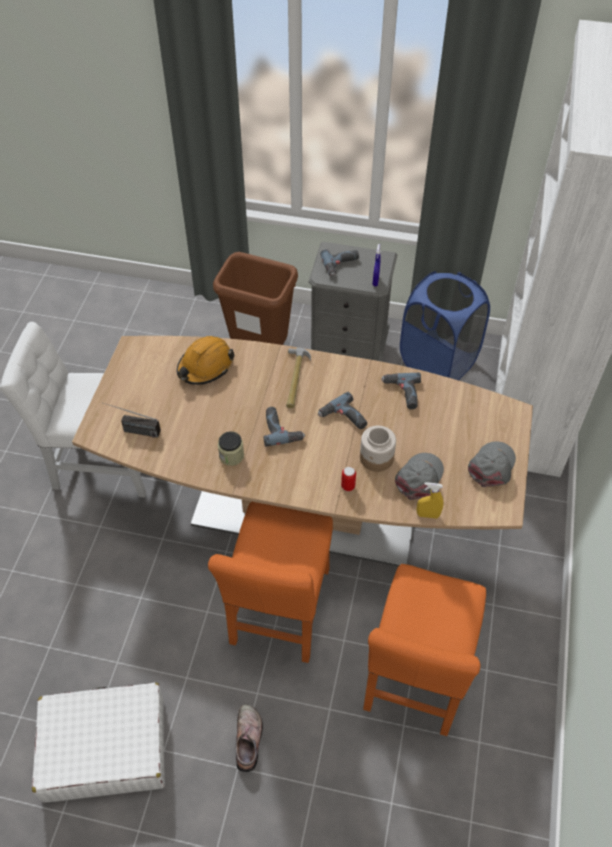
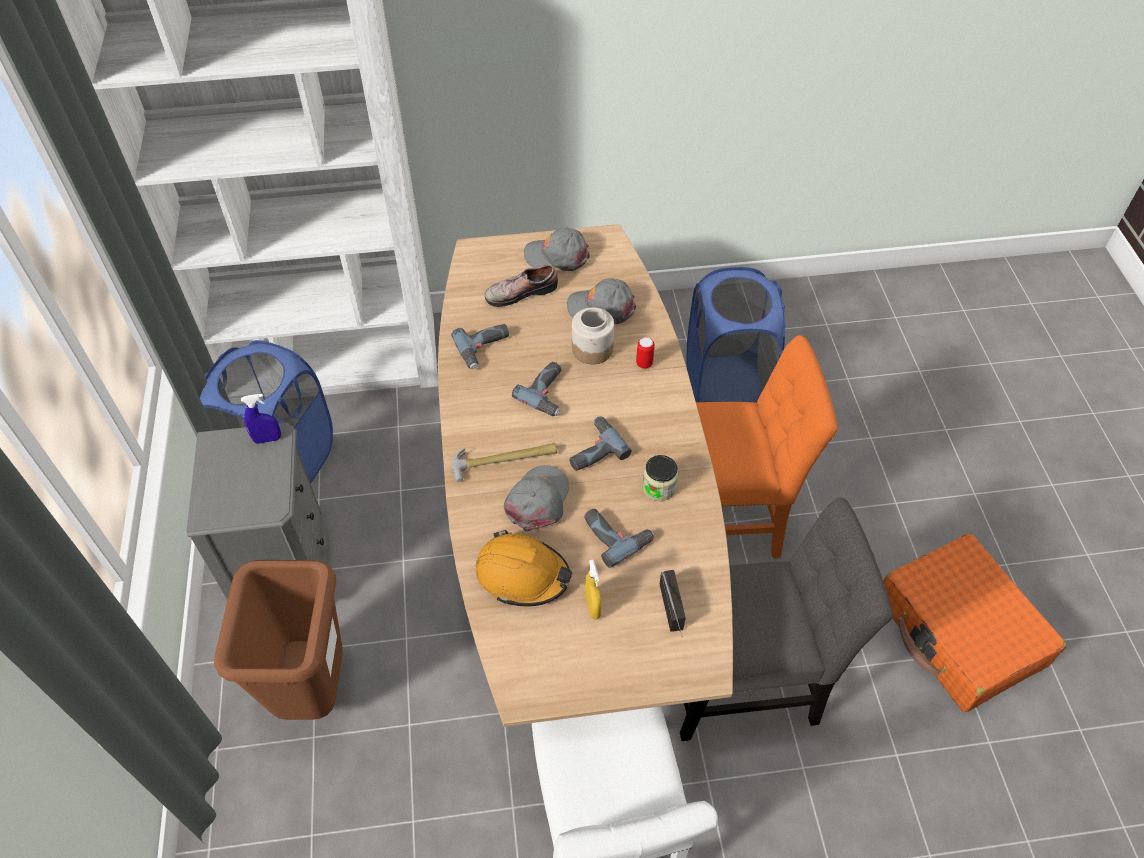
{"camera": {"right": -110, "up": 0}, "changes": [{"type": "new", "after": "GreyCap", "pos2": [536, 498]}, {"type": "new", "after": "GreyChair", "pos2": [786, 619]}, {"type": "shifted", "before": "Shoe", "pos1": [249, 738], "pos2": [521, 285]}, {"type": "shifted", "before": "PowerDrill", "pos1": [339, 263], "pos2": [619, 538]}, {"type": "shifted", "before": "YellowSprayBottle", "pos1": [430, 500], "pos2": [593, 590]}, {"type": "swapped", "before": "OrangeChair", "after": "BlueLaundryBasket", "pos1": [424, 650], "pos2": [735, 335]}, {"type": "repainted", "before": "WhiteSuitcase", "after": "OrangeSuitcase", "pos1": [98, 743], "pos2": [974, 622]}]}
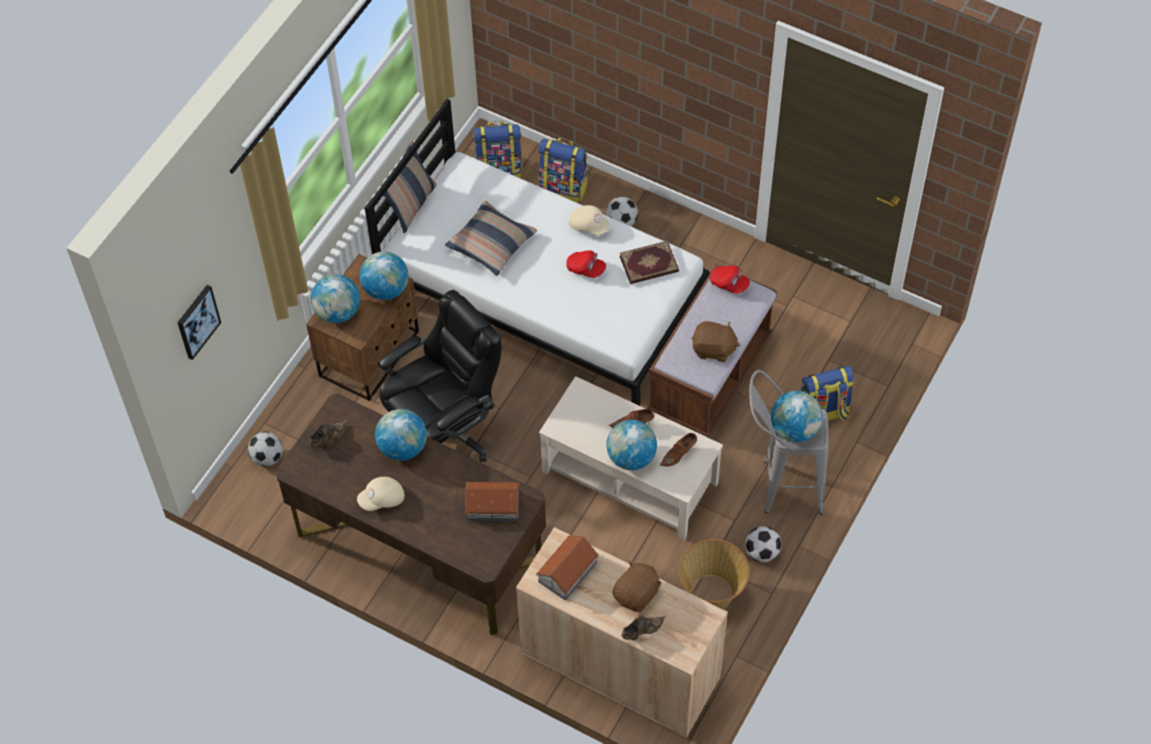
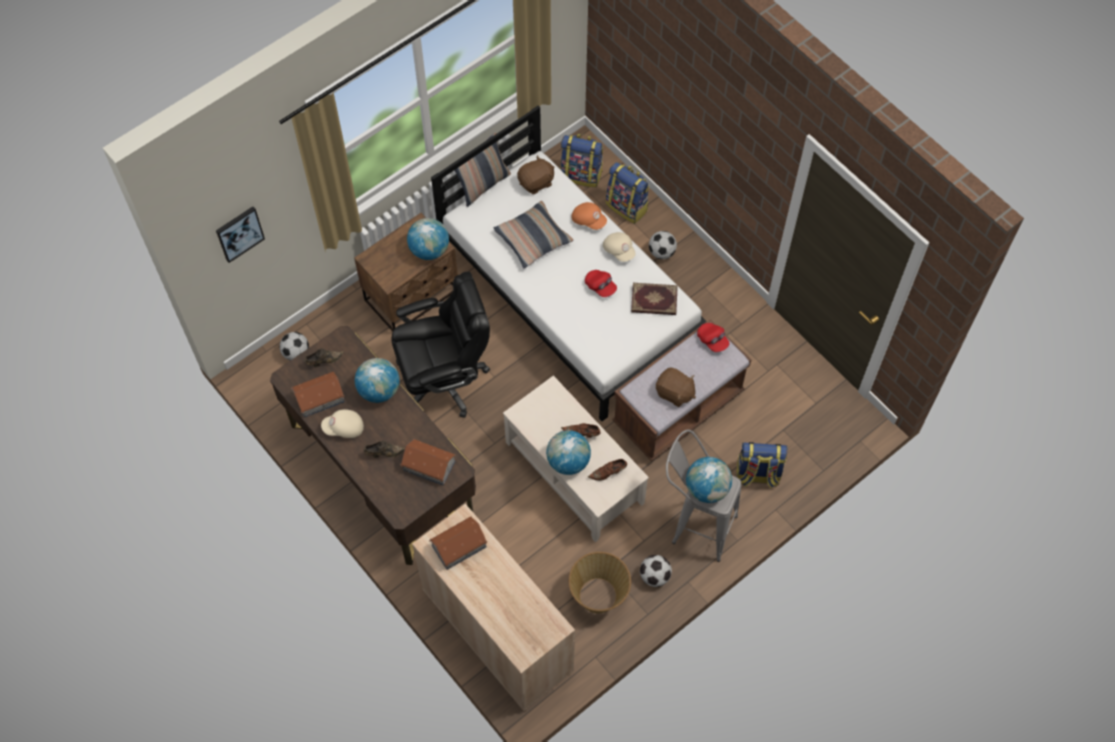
{"camera": {"right": 20, "up": 5}, "changes": [{"type": "gone", "before": "Globe", "pos1": [335, 298]}, {"type": "new", "after": "ToyHouse", "pos2": [318, 394]}, {"type": "new", "after": "OrangeCap", "pos2": [589, 216]}, {"type": "shifted", "before": "BrownPlushToy", "pos1": [637, 586], "pos2": [535, 174]}, {"type": "shifted", "before": "BrownShoe", "pos1": [643, 628], "pos2": [384, 449]}]}
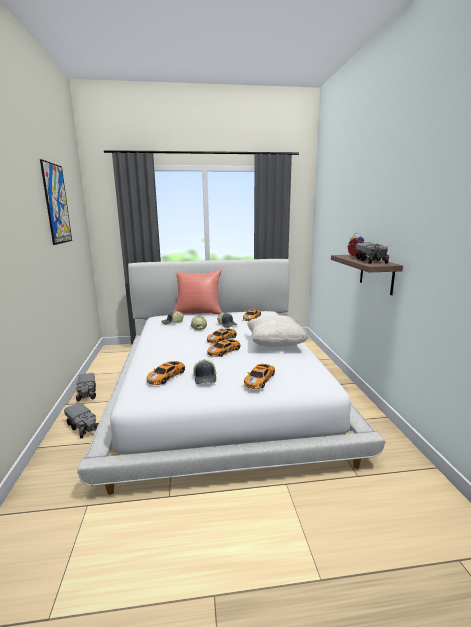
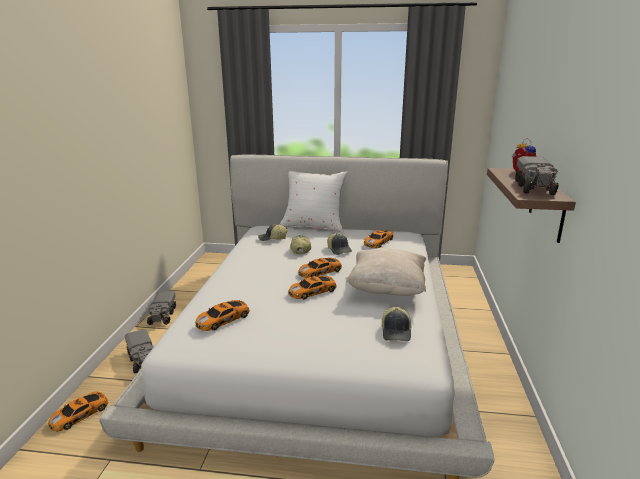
{"camera": {"right": 15, "up": 5}, "changes": [{"type": "gone", "before": "Picture", "pos1": [56, 202]}, {"type": "shifted", "before": "Cap", "pos1": [204, 371], "pos2": [396, 324]}, {"type": "shifted", "before": "ToyCar", "pos1": [259, 376], "pos2": [78, 411]}, {"type": "repainted", "before": "RedPillow", "after": "WhitePillow", "pos1": [198, 292], "pos2": [314, 201]}]}
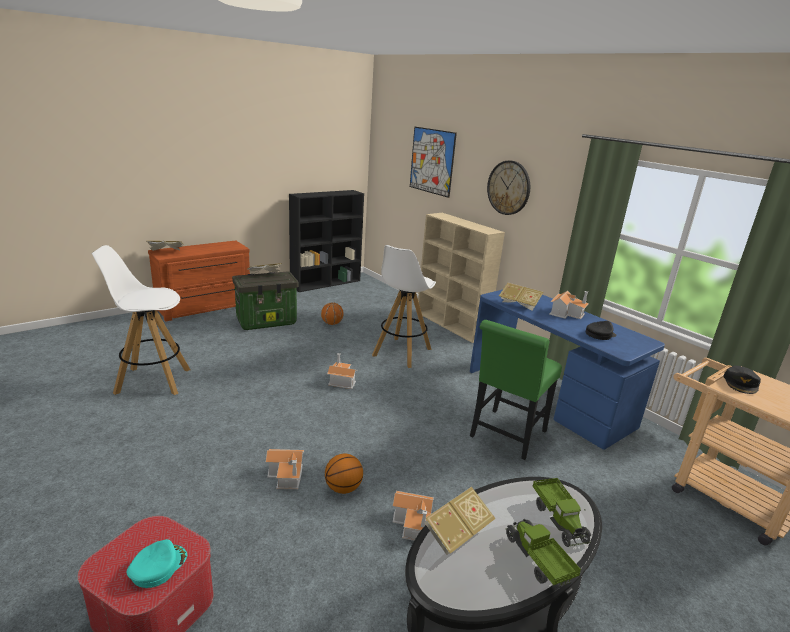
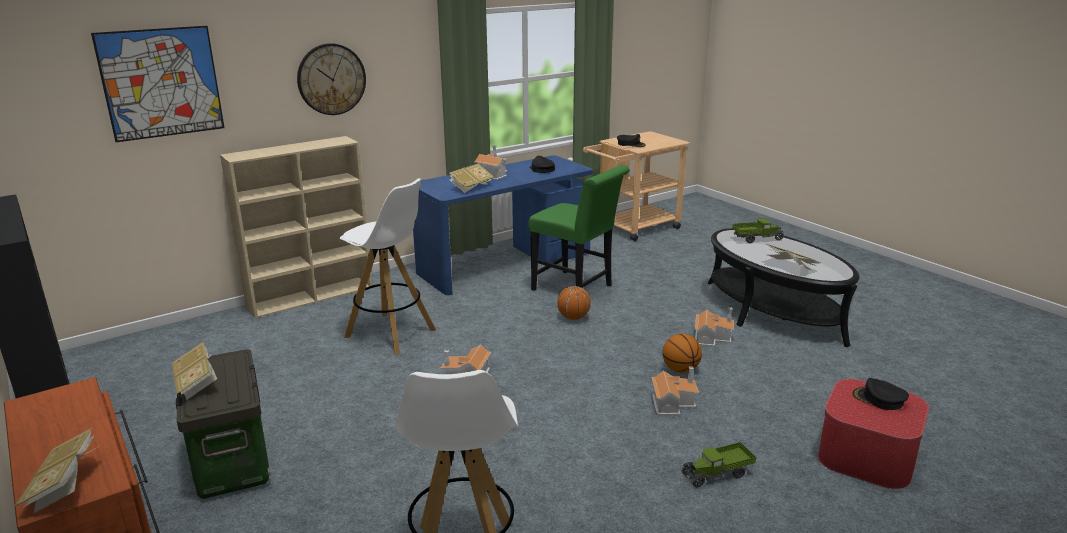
{"camera": {"right": -85, "up": 0}, "changes": [{"type": "shifted", "before": "Basketball", "pos1": [332, 313], "pos2": [574, 303]}, {"type": "shifted", "before": "ToyTruck", "pos1": [543, 553], "pos2": [718, 465]}, {"type": "repainted", "before": "TurquoiseCap", "after": "BlackCap", "pos1": [157, 563], "pos2": [880, 394]}]}
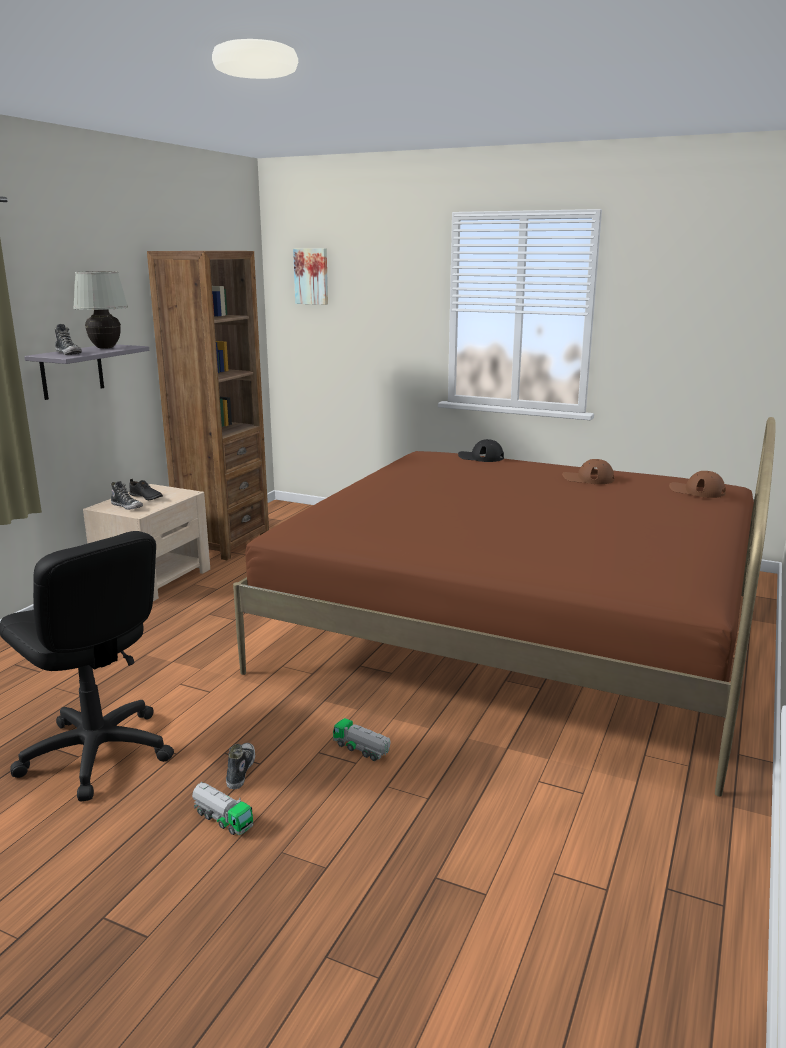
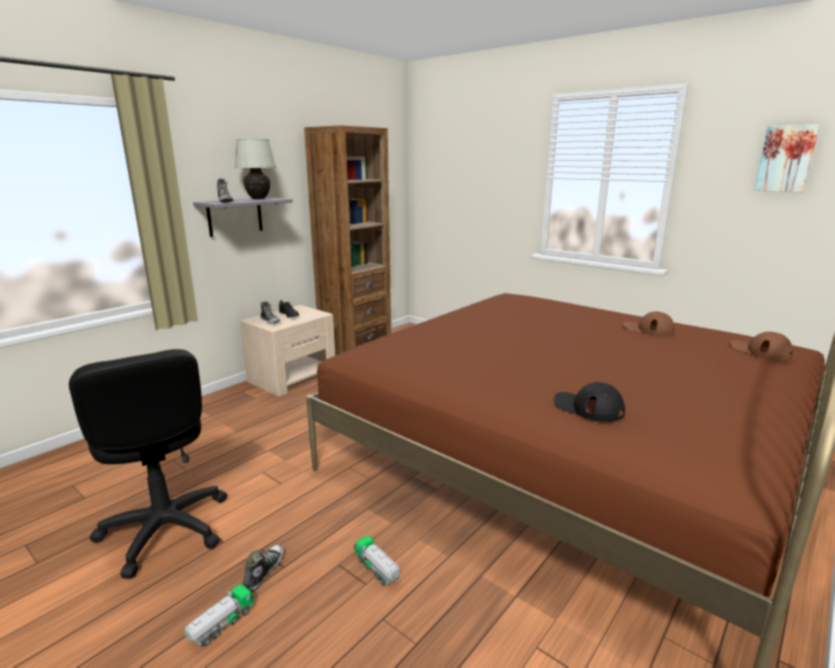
{"camera": {"right": 15, "up": 0}, "changes": [{"type": "shifted", "before": "Picture", "pos1": [310, 276], "pos2": [787, 158]}, {"type": "shifted", "before": "BlackCap", "pos1": [481, 450], "pos2": [589, 402]}, {"type": "rotated", "before": "ToyTruck", "pos1": [222, 808], "pos2": [219, 615], "turn": -105}]}
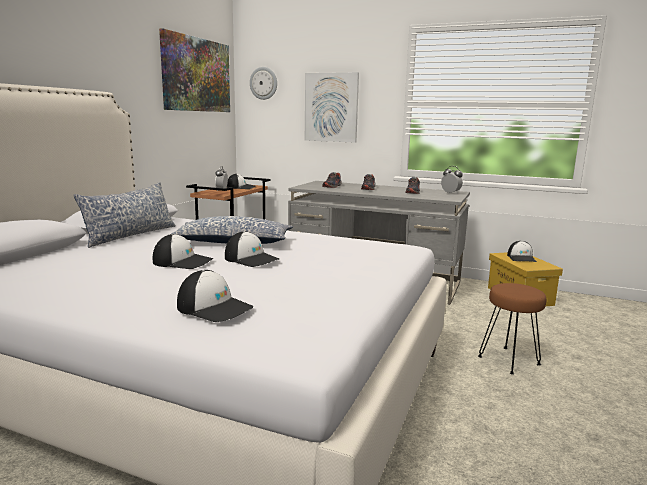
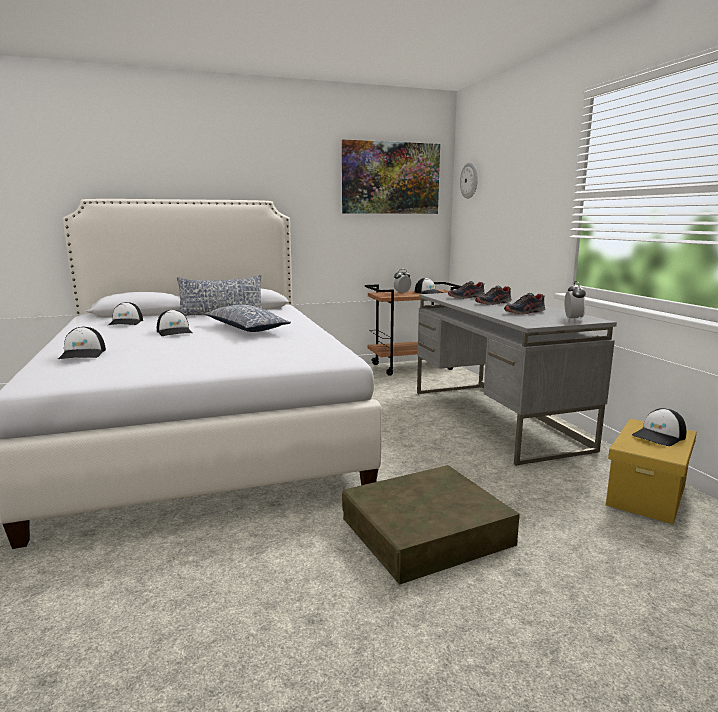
{"camera": {"right": 50, "up": 0}, "changes": [{"type": "gone", "before": "Picture", "pos1": [332, 107]}, {"type": "shifted", "before": "Cap", "pos1": [252, 249], "pos2": [125, 314]}, {"type": "swapped", "before": "BrownStool", "after": "BrownStorageBox", "pos1": [512, 329], "pos2": [431, 524]}]}
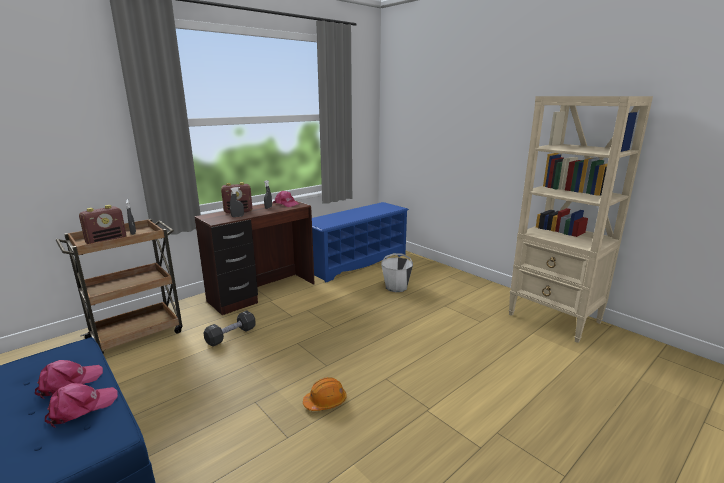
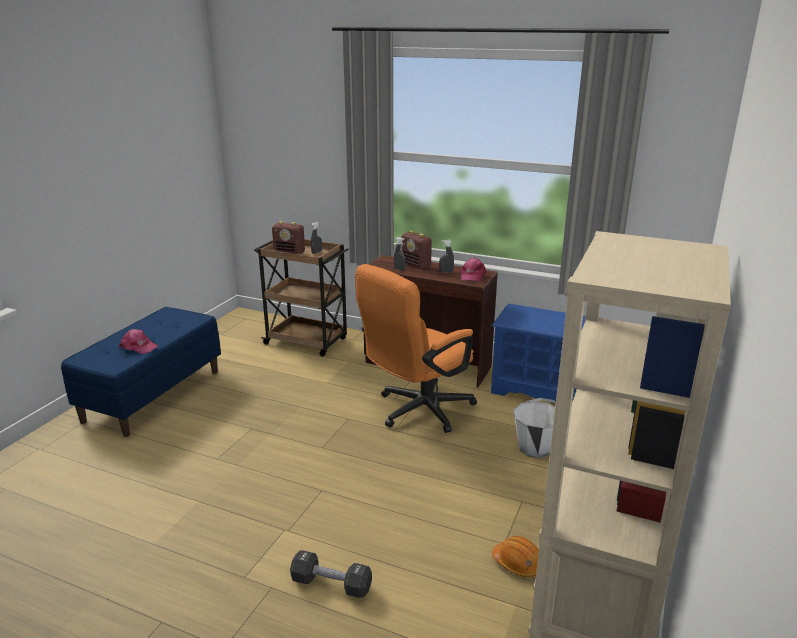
{"camera": {"right": 65, "up": 5}, "changes": [{"type": "gone", "before": "PinkCap", "pos1": [69, 379]}, {"type": "new", "after": "OrangeOfficeChair", "pos2": [416, 348]}, {"type": "shifted", "before": "BlackDumbbell", "pos1": [229, 328], "pos2": [331, 574]}, {"type": "shifted", "before": "OrangeHardHat", "pos1": [325, 394], "pos2": [515, 556]}]}
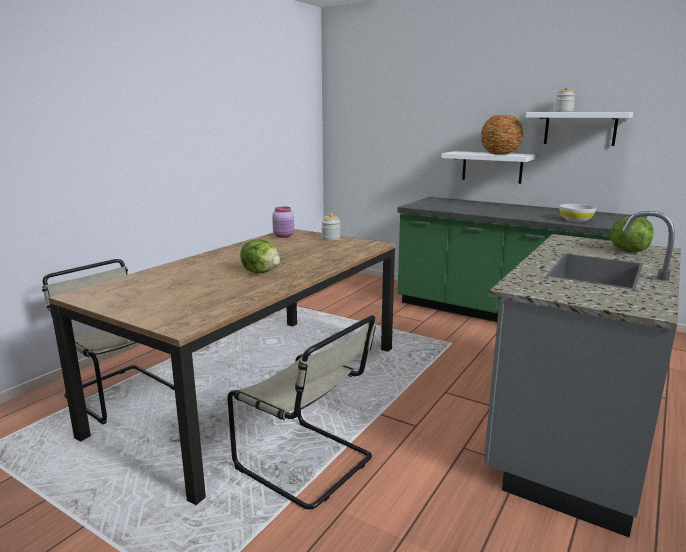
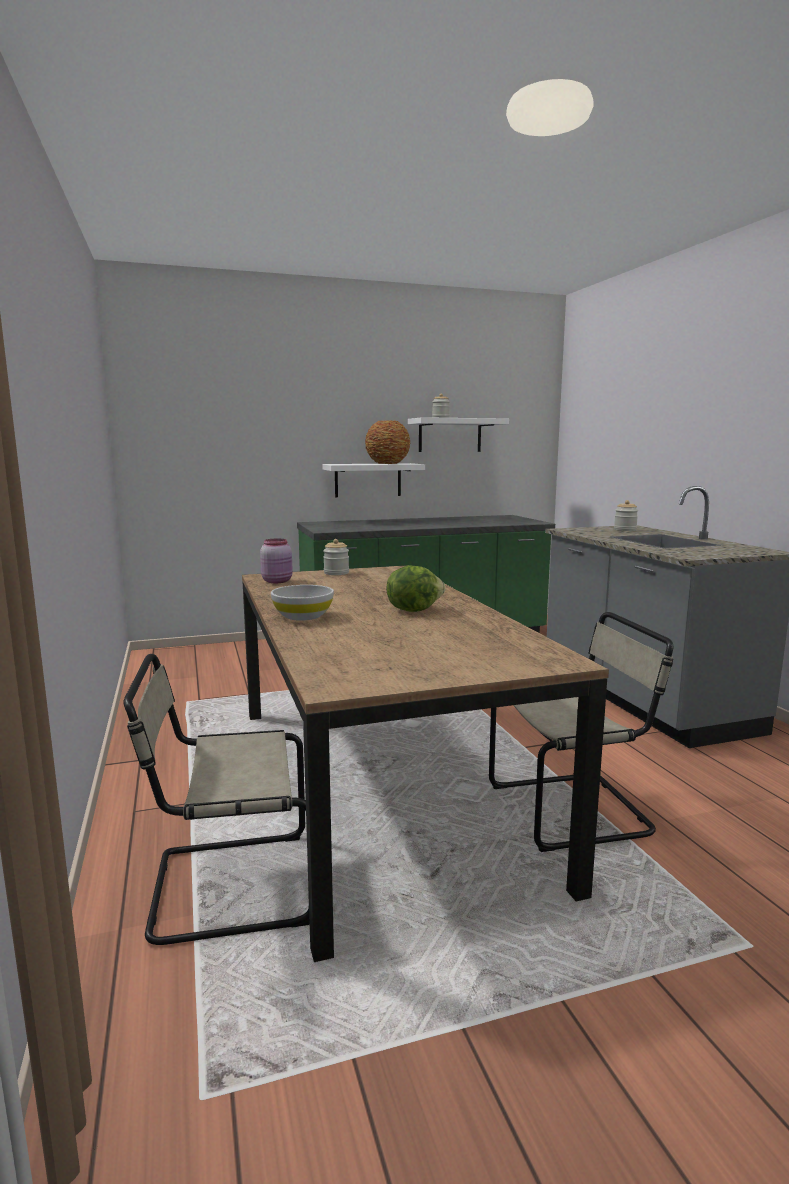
{"camera": {"right": -50, "up": -5}, "changes": [{"type": "shifted", "before": "WhiteBowl", "pos1": [577, 213], "pos2": [302, 603]}, {"type": "swapped", "before": "Lettuce", "after": "Jar", "pos1": [631, 234], "pos2": [626, 515]}]}
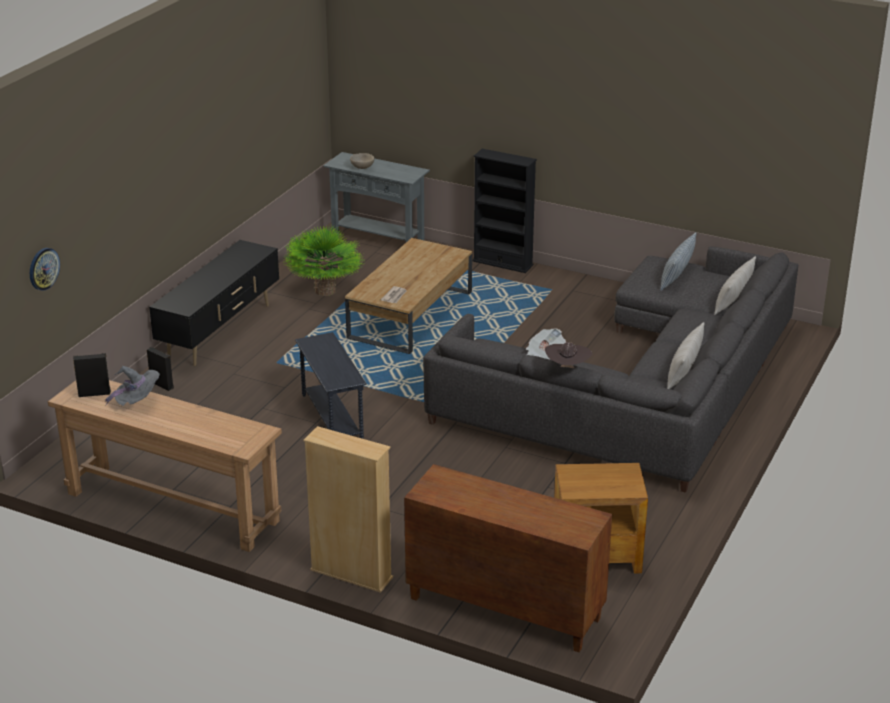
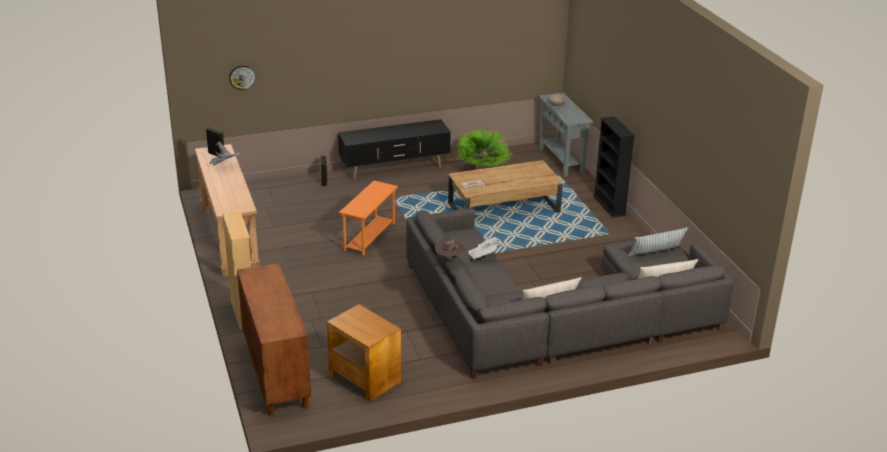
{"camera": {"right": 45, "up": 0}, "changes": [{"type": "repainted", "before": "GreySideTable", "after": "OrangeSideTable", "pos1": [331, 385], "pos2": [368, 218]}]}
